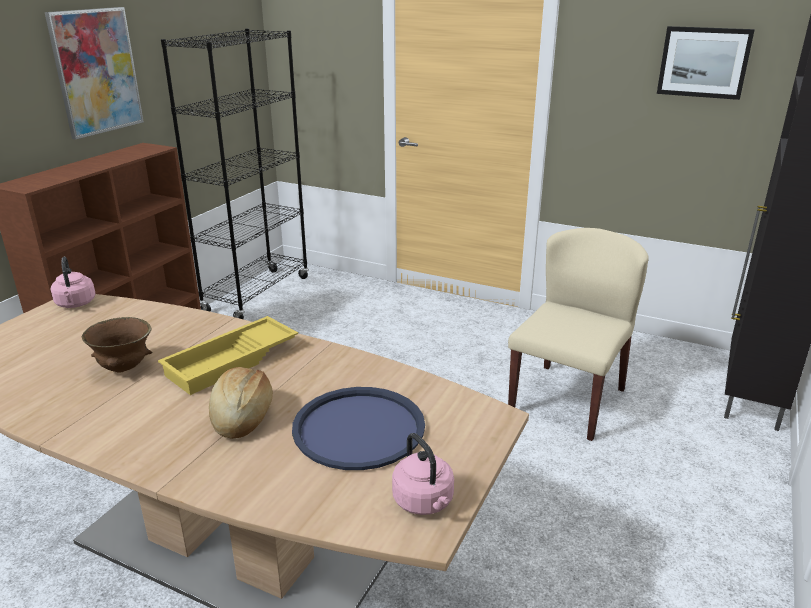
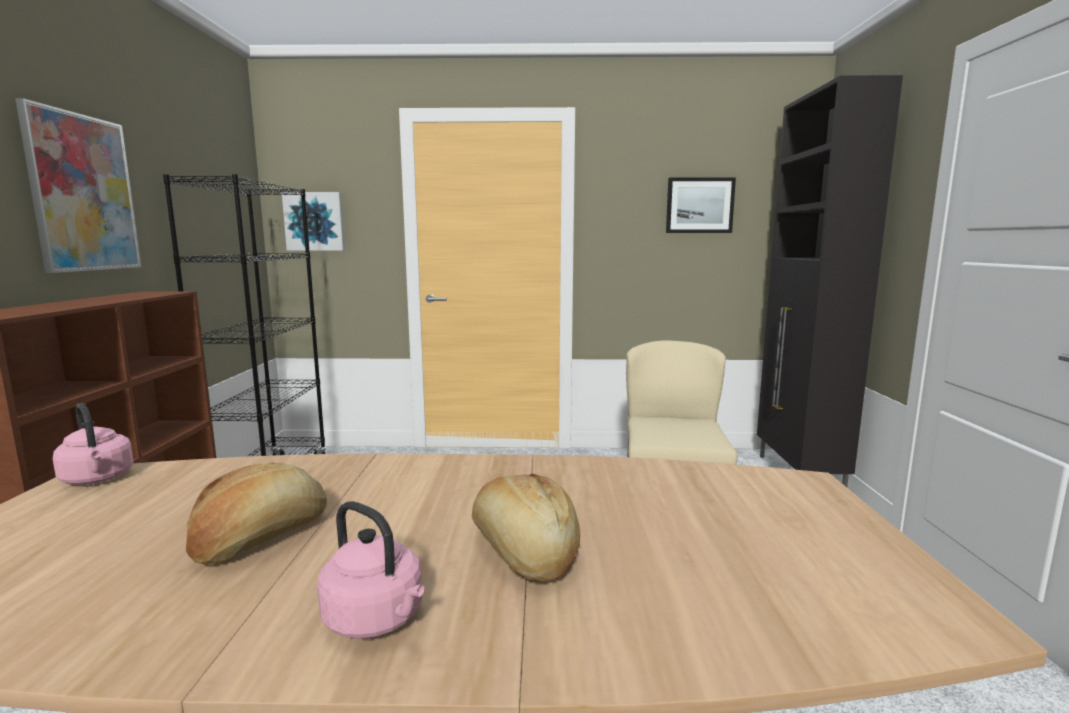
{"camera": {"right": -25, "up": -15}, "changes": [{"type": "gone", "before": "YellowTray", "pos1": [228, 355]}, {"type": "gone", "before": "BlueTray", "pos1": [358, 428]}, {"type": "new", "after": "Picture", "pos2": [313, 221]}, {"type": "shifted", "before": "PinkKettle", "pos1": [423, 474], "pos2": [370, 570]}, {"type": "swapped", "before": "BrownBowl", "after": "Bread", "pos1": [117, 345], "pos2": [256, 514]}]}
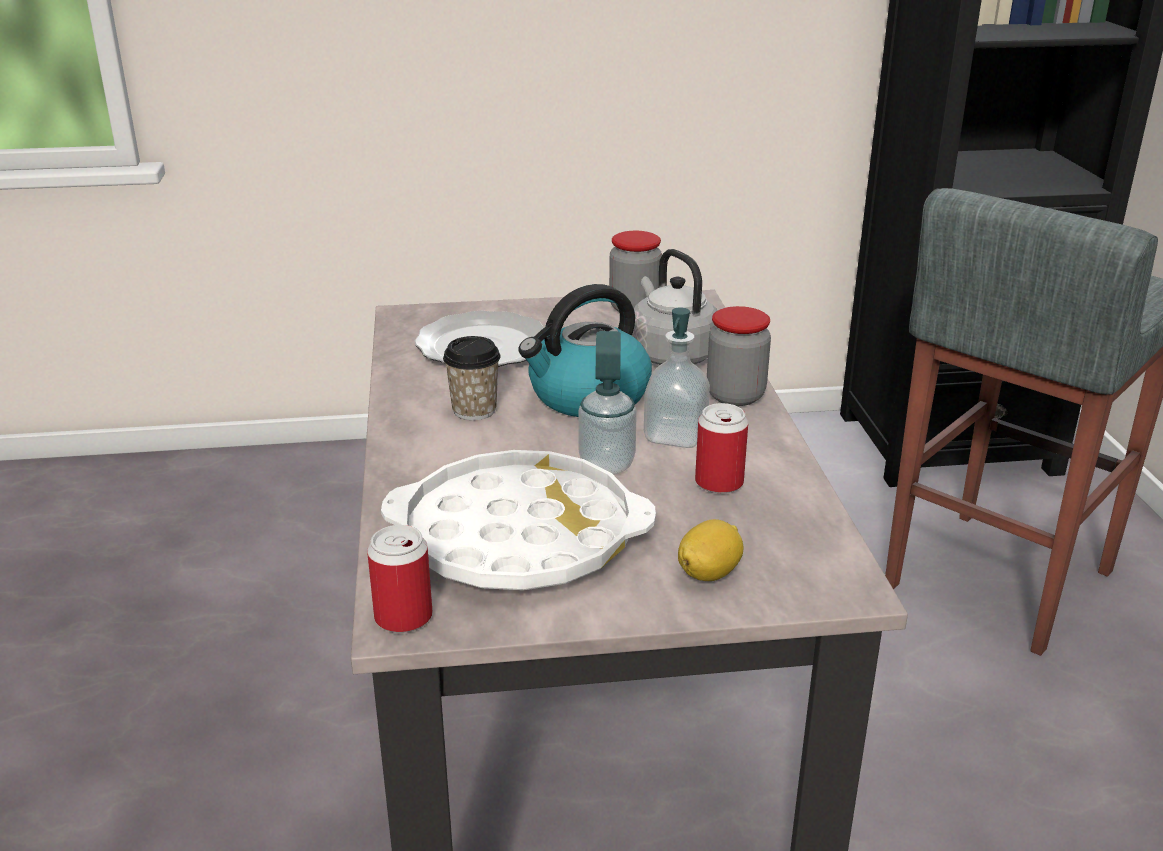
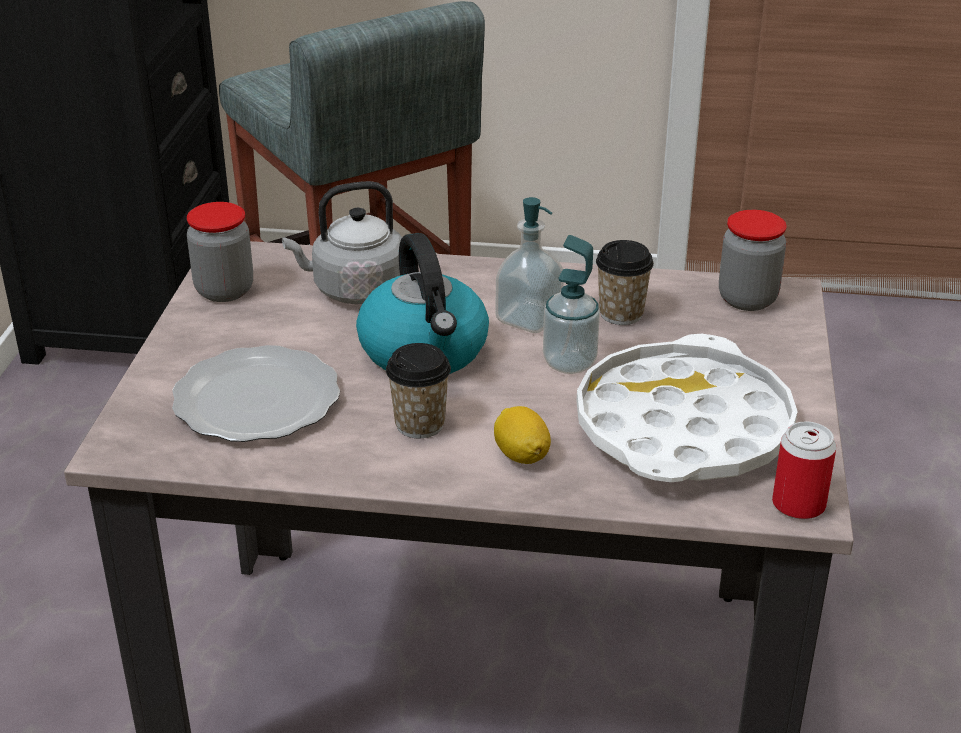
{"camera": {"right": -75, "up": 5}, "changes": [{"type": "shifted", "before": "Lemon", "pos1": [710, 550], "pos2": [522, 435]}, {"type": "shifted", "before": "Jar", "pos1": [739, 356], "pos2": [752, 260]}, {"type": "swapped", "before": "Can", "after": "Cup", "pos1": [721, 448], "pos2": [625, 282]}]}
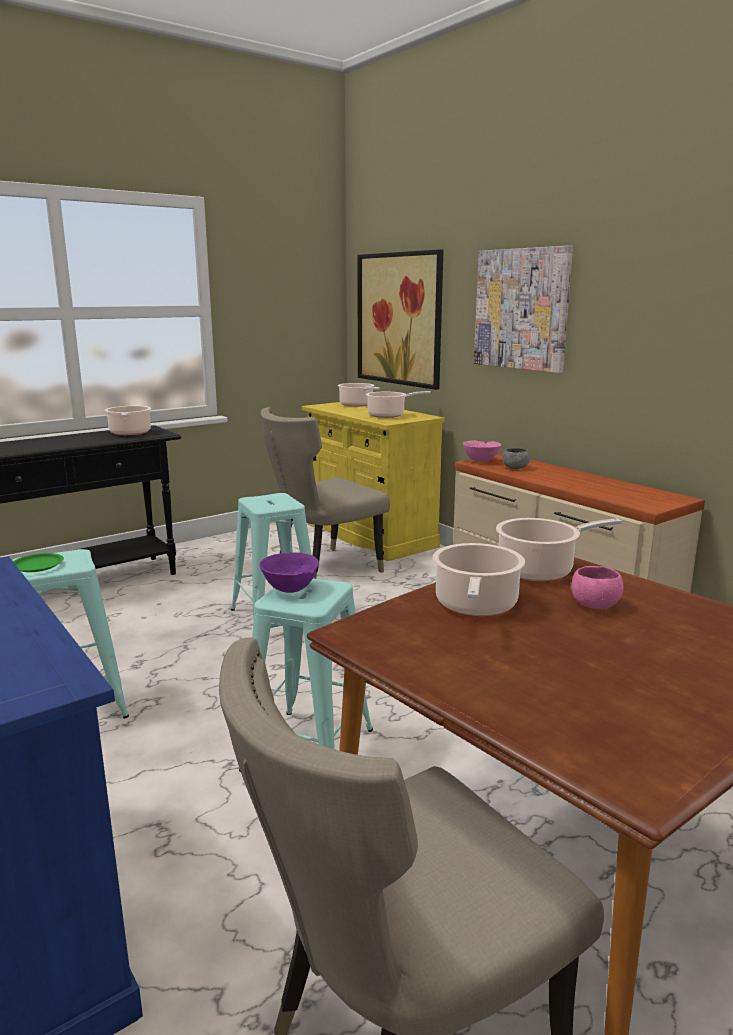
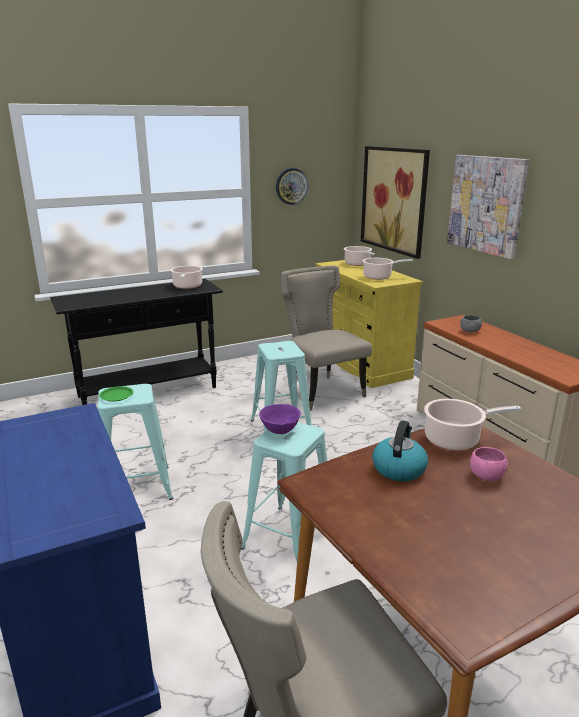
{"camera": {"right": 10, "up": 5}, "changes": [{"type": "gone", "before": "PinkBowl", "pos1": [482, 451]}, {"type": "new", "after": "WallClock", "pos2": [292, 186]}, {"type": "swapped", "before": "CookingPot", "after": "Kettle", "pos1": [479, 579], "pos2": [400, 450]}, {"type": "rotated", "before": "BeigeChair", "pos1": [325, 493], "pos2": [326, 338], "turn": 90}]}
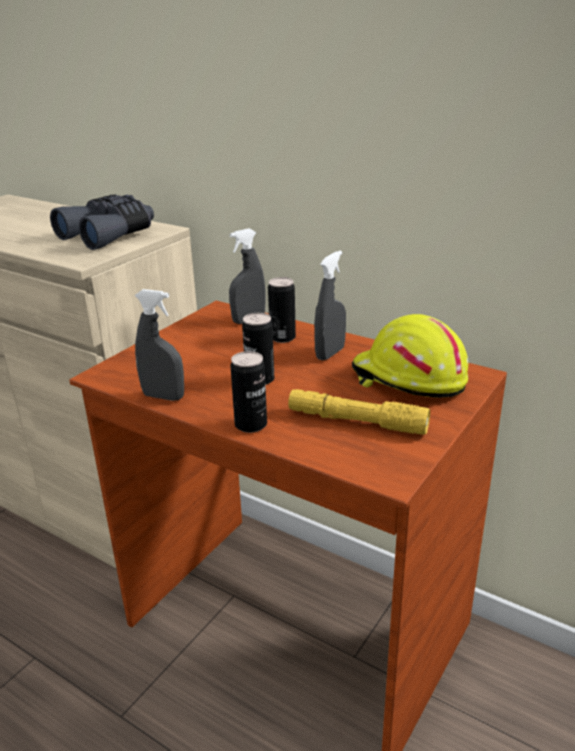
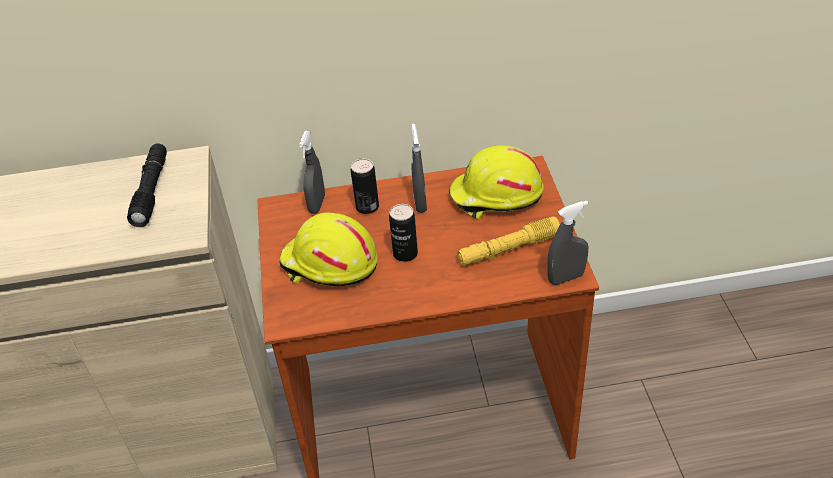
{"camera": {"right": -40, "up": 15}, "changes": [{"type": "gone", "before": "Can", "pos1": [248, 392]}, {"type": "new", "after": "YellowHardHat", "pos2": [328, 249]}, {"type": "shifted", "before": "GreySprayBottle", "pos1": [159, 345], "pos2": [568, 243]}, {"type": "swapped", "before": "GreyBinoculars", "after": "BlackFlashlight", "pos1": [102, 222], "pos2": [147, 185]}]}
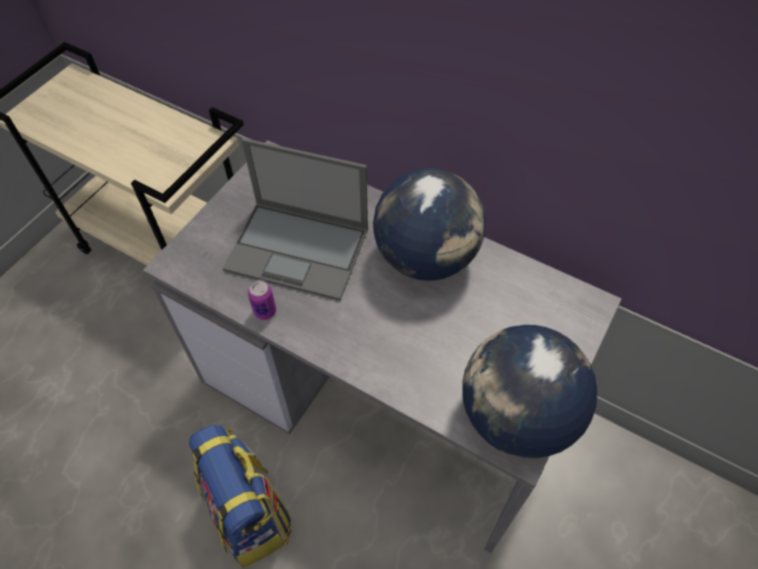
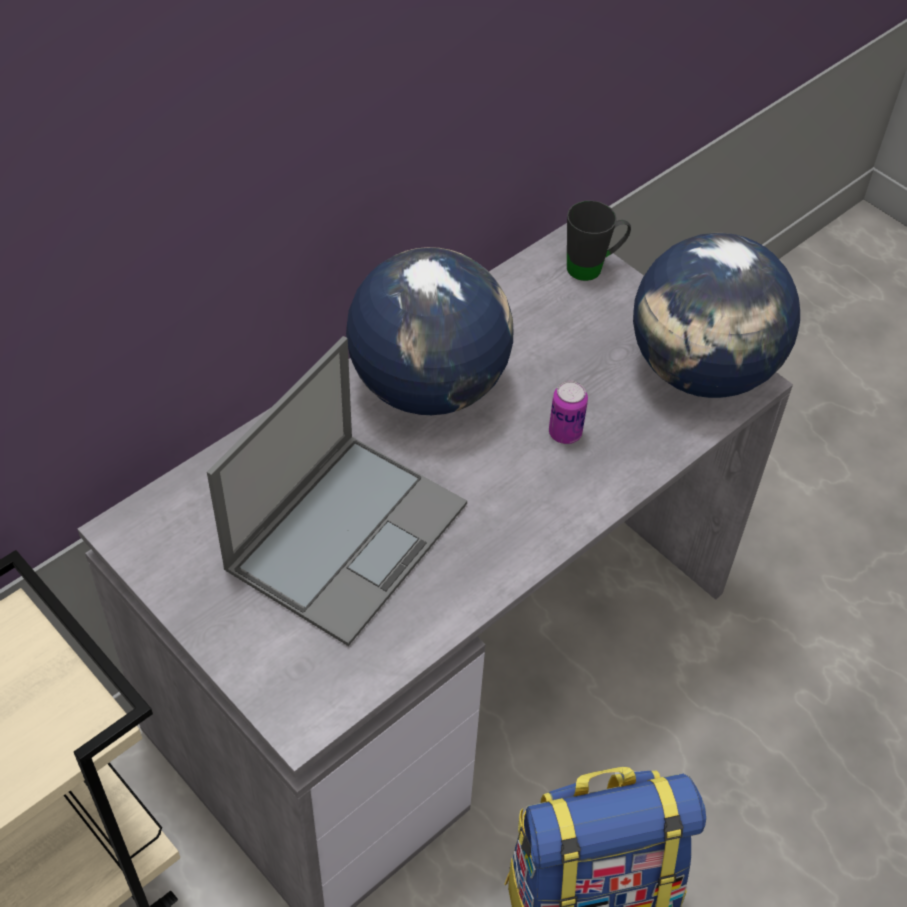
{"camera": {"right": -75, "up": -5}, "changes": [{"type": "new", "after": "BlackMug", "pos2": [599, 240]}, {"type": "shifted", "before": "Can", "pos1": [262, 300], "pos2": [568, 412]}]}
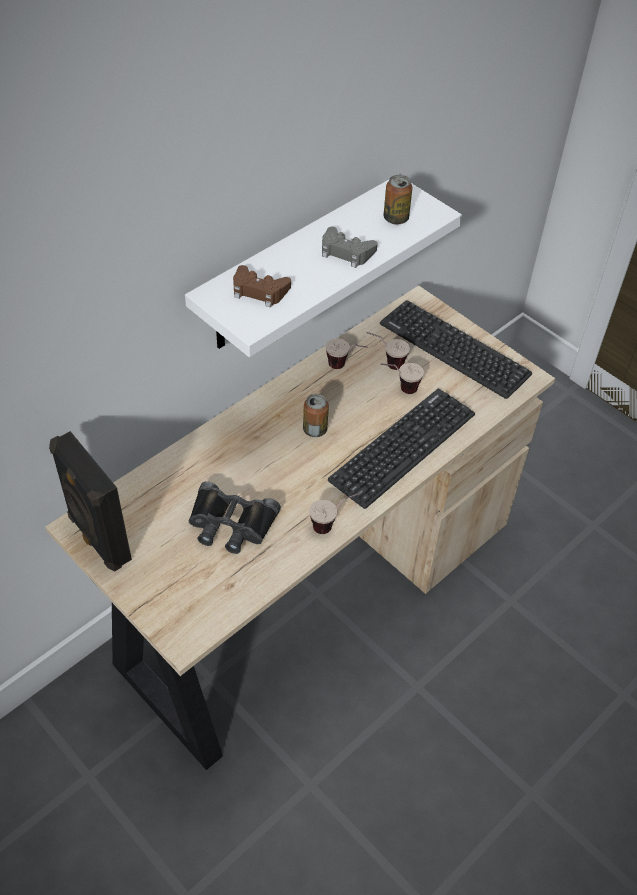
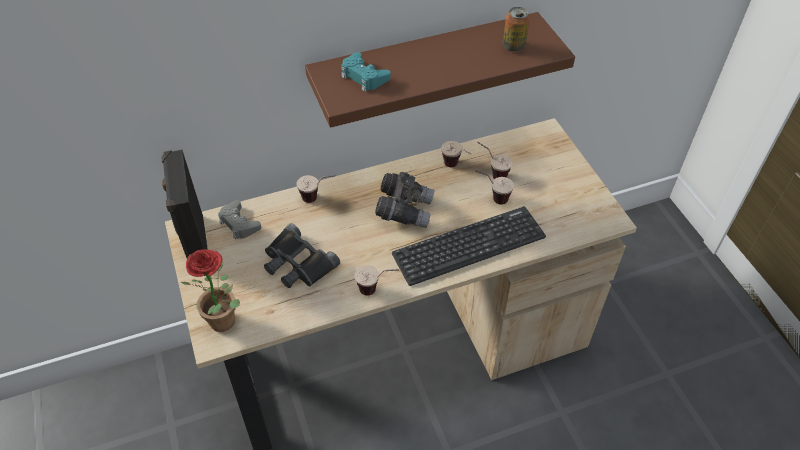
{"camera": {"right": 25, "up": 0}, "changes": [{"type": "gone", "before": "Keyboard", "pos1": [456, 349]}, {"type": "new", "after": "PottedPlant", "pos2": [210, 291]}, {"type": "new", "after": "Cup", "pos2": [315, 189]}, {"type": "shifted", "before": "GreyGameController", "pos1": [350, 247], "pos2": [239, 220]}, {"type": "swapped", "before": "Can", "after": "GreyBinoculars", "pos1": [316, 415], "pos2": [404, 200]}, {"type": "repainted", "before": "WhiteShelf", "after": "BrownShelf", "pos1": [323, 268], "pos2": [440, 70]}, {"type": "repainted", "before": "BrownGameController", "after": "TurquoiseGameController", "pos1": [262, 286], "pos2": [366, 72]}]}
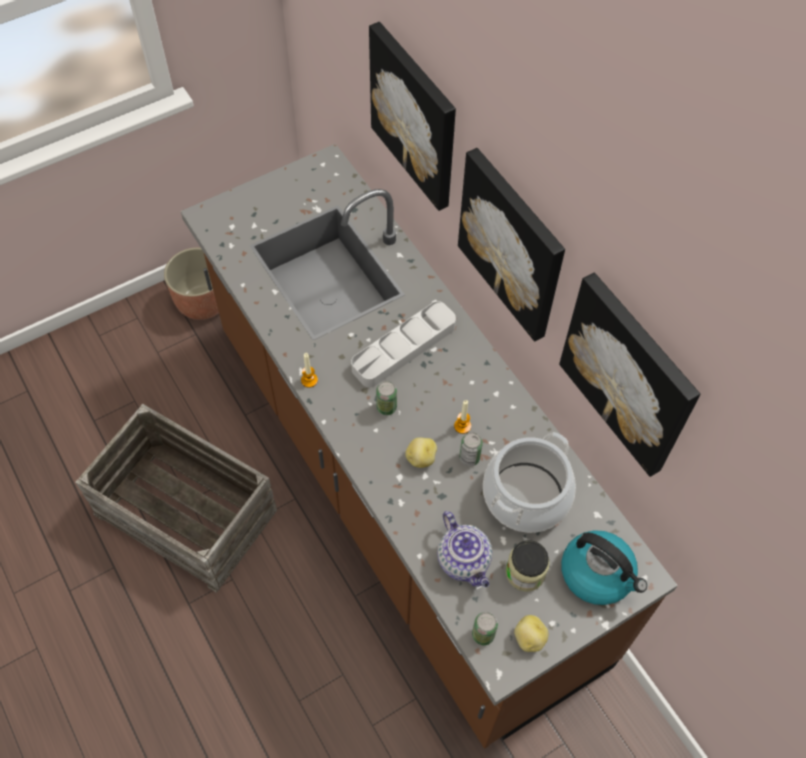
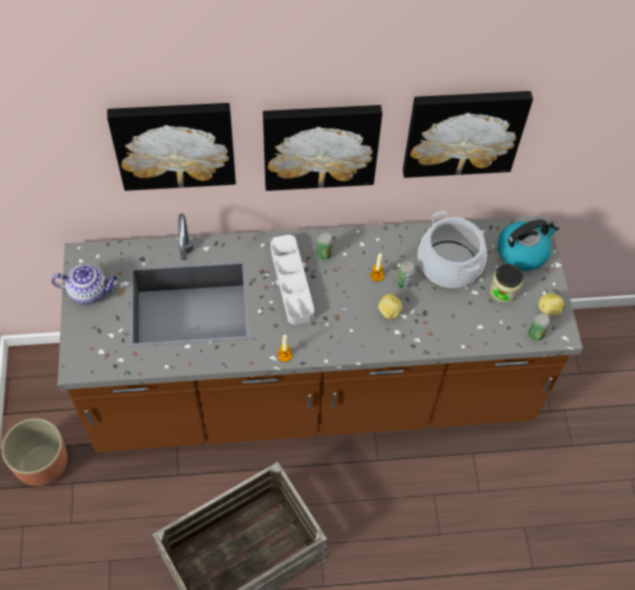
{"camera": {"right": -65, "up": 0}, "changes": [{"type": "shifted", "before": "Can", "pos1": [386, 398], "pos2": [324, 246]}, {"type": "shifted", "before": "Teapot", "pos1": [464, 549], "pos2": [84, 284]}]}
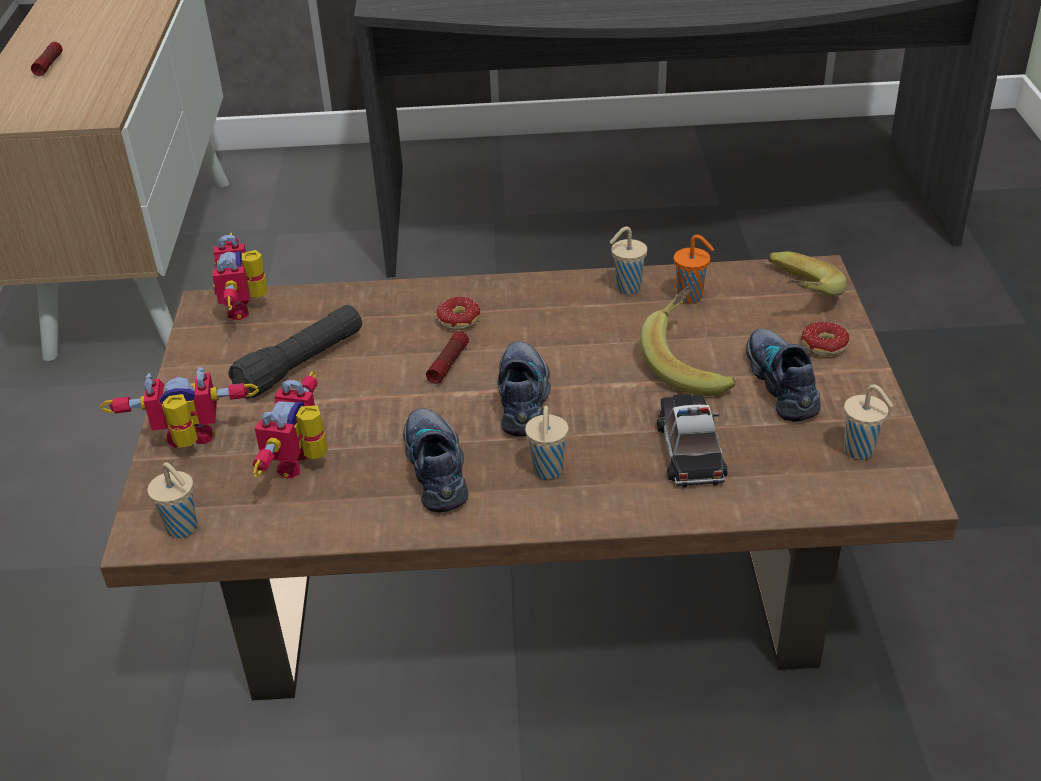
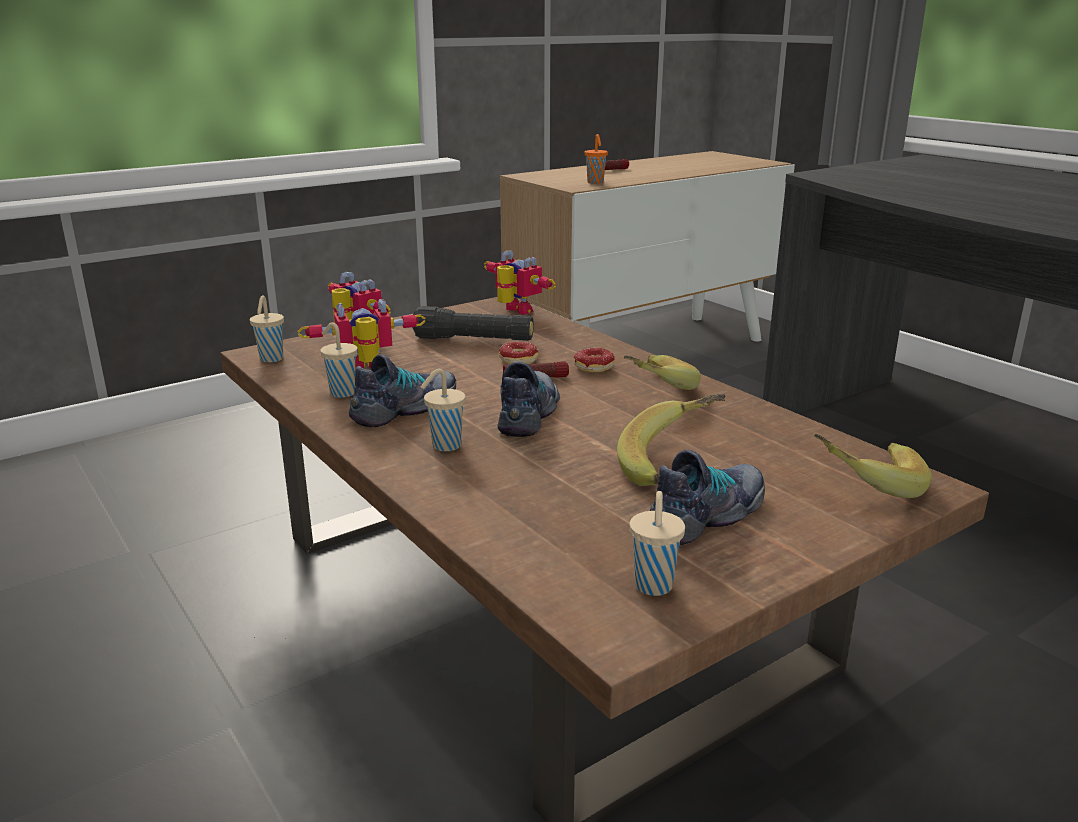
{"camera": {"right": 55, "up": -15}, "changes": [{"type": "gone", "before": "ToyCar", "pos1": [692, 440]}, {"type": "new", "after": "Banana", "pos2": [662, 372]}, {"type": "shifted", "before": "BeigeCup", "pos1": [628, 260], "pos2": [339, 360]}, {"type": "shifted", "before": "OrangeCup", "pos1": [694, 269], "pos2": [596, 159]}, {"type": "shifted", "before": "Donut", "pos1": [828, 339], "pos2": [519, 353]}, {"type": "rotated", "before": "ToyRobot", "pos1": [240, 276], "pos2": [520, 282], "turn": 90}, {"type": "rotated", "before": "Shoe", "pos1": [524, 389], "pos2": [528, 399], "turn": -45}]}
